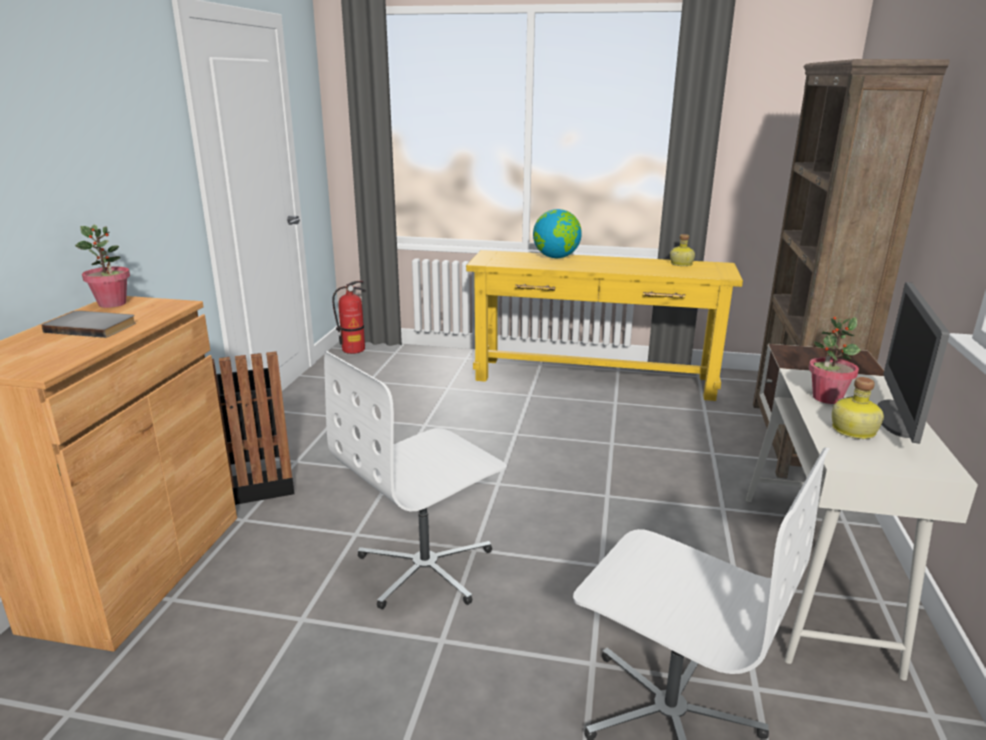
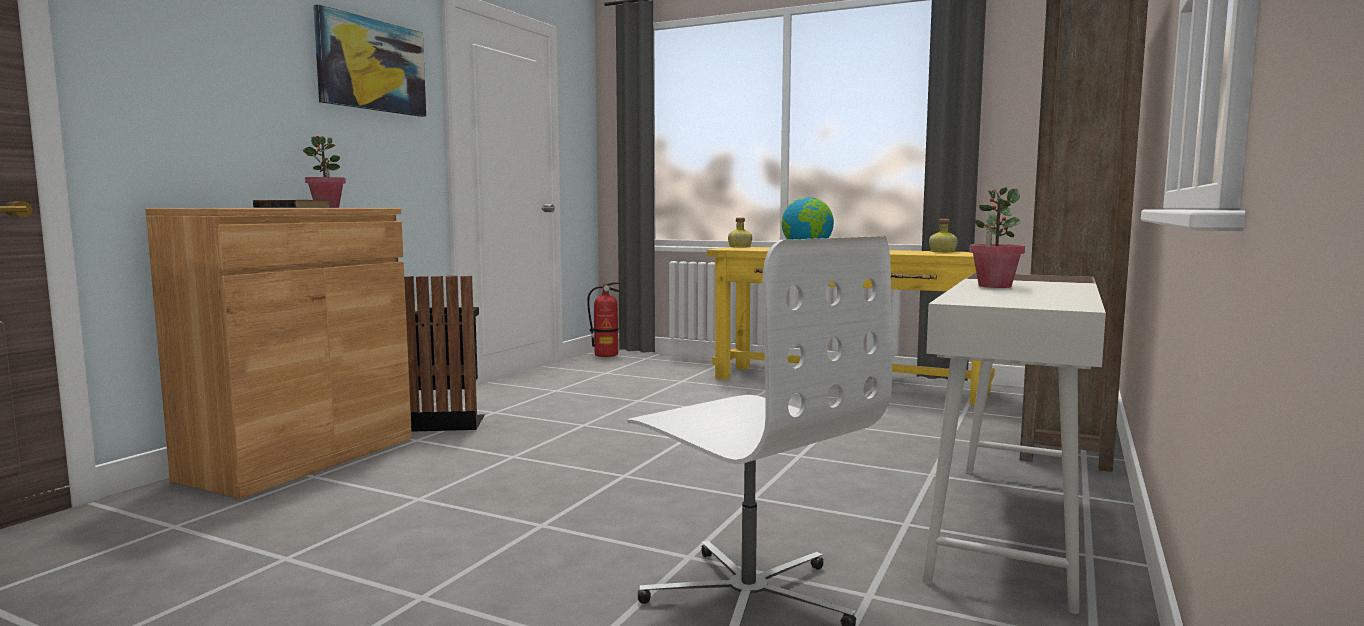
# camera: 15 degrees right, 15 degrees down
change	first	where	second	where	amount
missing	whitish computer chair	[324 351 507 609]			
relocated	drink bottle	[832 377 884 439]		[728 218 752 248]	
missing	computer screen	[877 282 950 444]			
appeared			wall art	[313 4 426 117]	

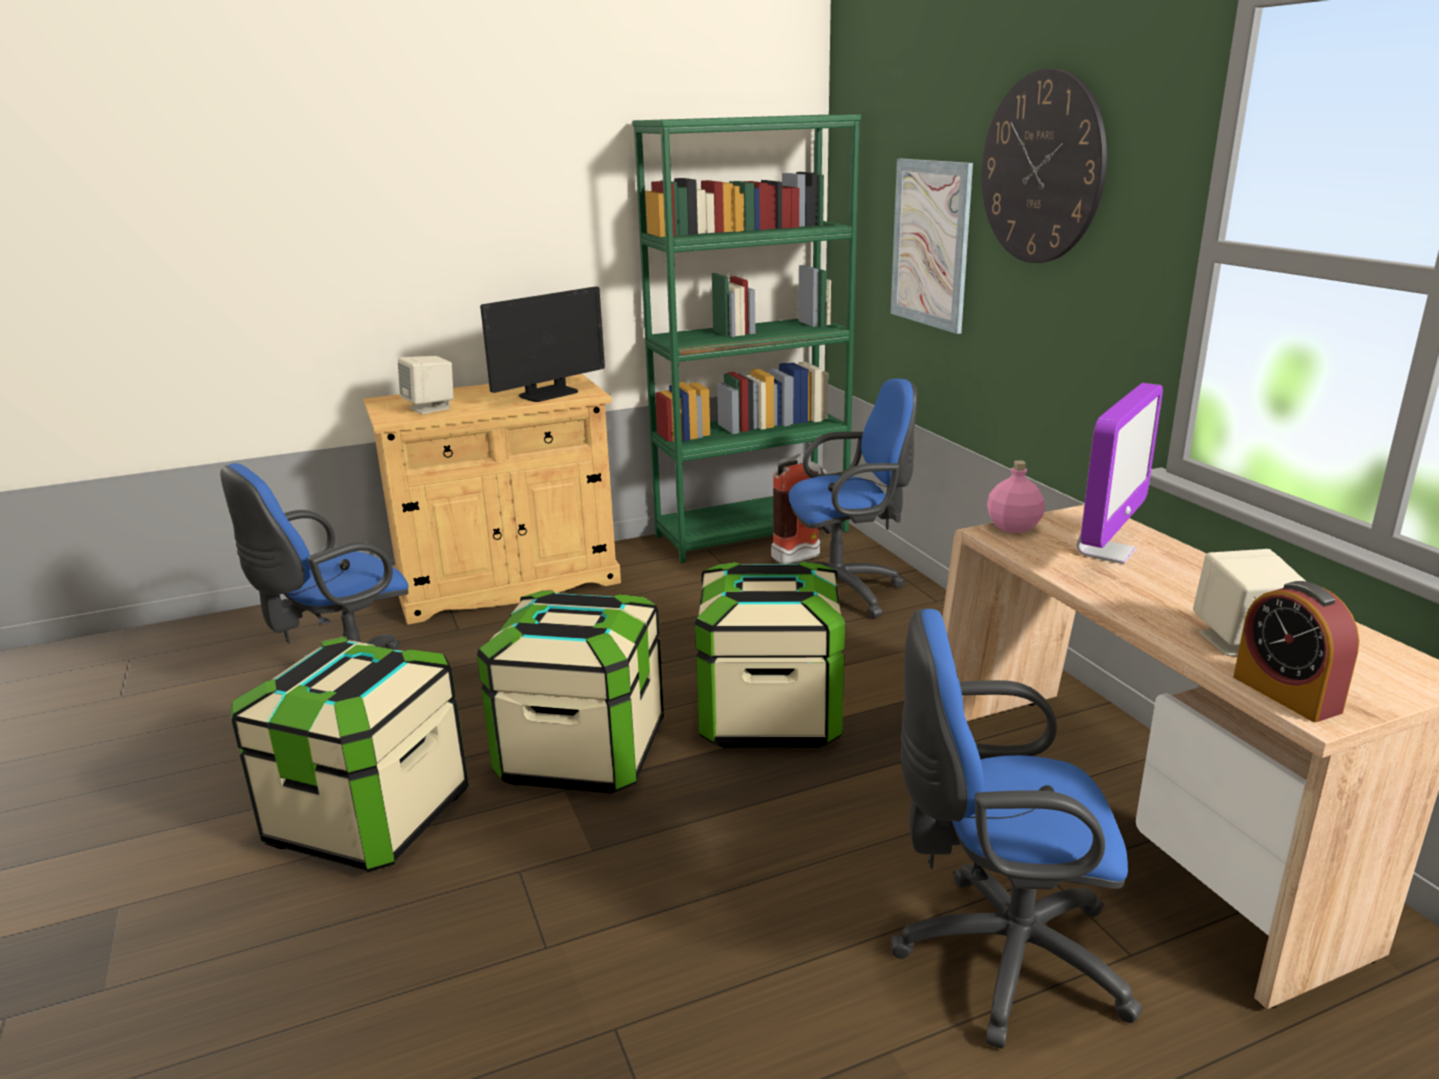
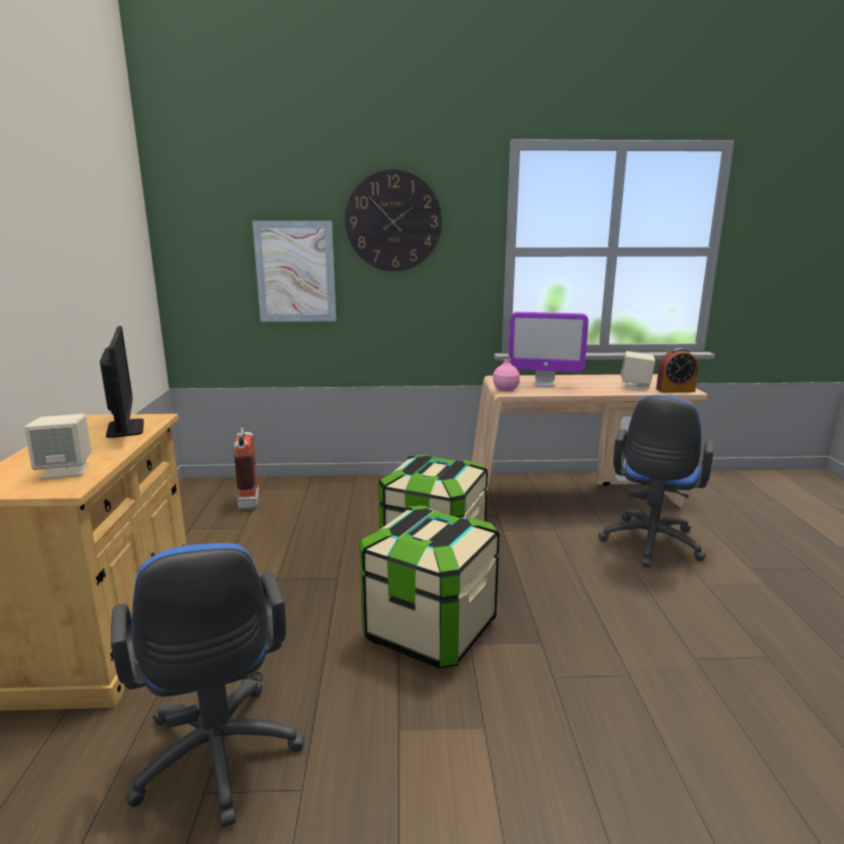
# camera: 70 degrees left, 5 degrees down
change	first	where	second	where	amount
missing	storage container	[231 636 469 872]			
missing	greenish shelving unit	[632 115 861 563]			
missing	blue computer chair	[788 379 918 618]			
spun	computer screen	[1077 383 1163 564]		[508 312 589 387]	135 degrees clockwise

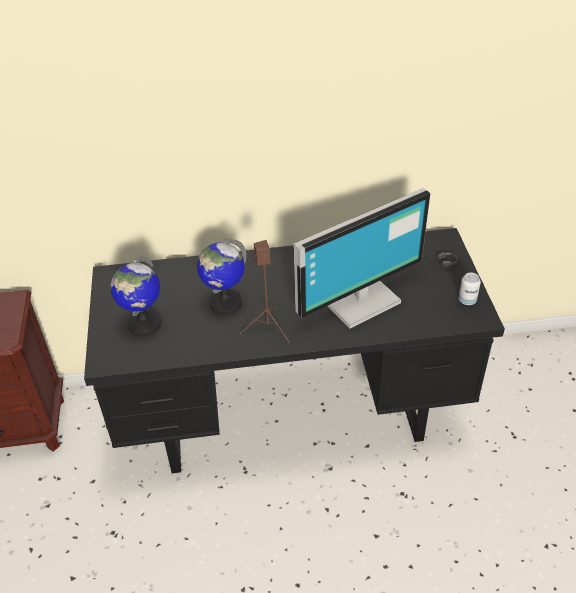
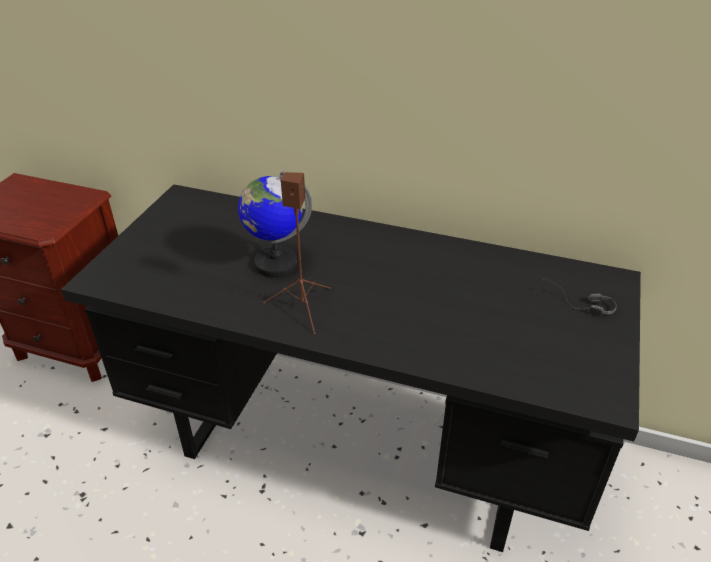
# camera: 25 degrees right, 5 degrees down
change	first	where	second	where	amount
missing	world globe	[110 256 161 336]			
missing	computer screen	[294 188 430 329]			
missing	sealed can	[459 272 481 305]			

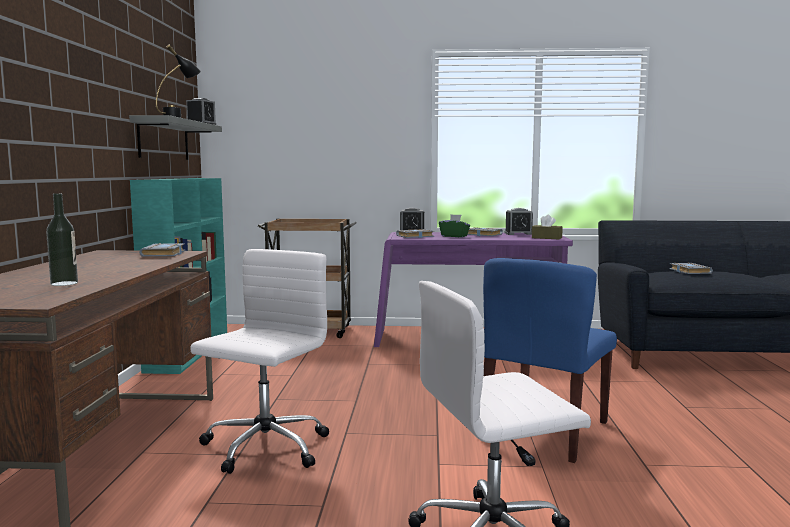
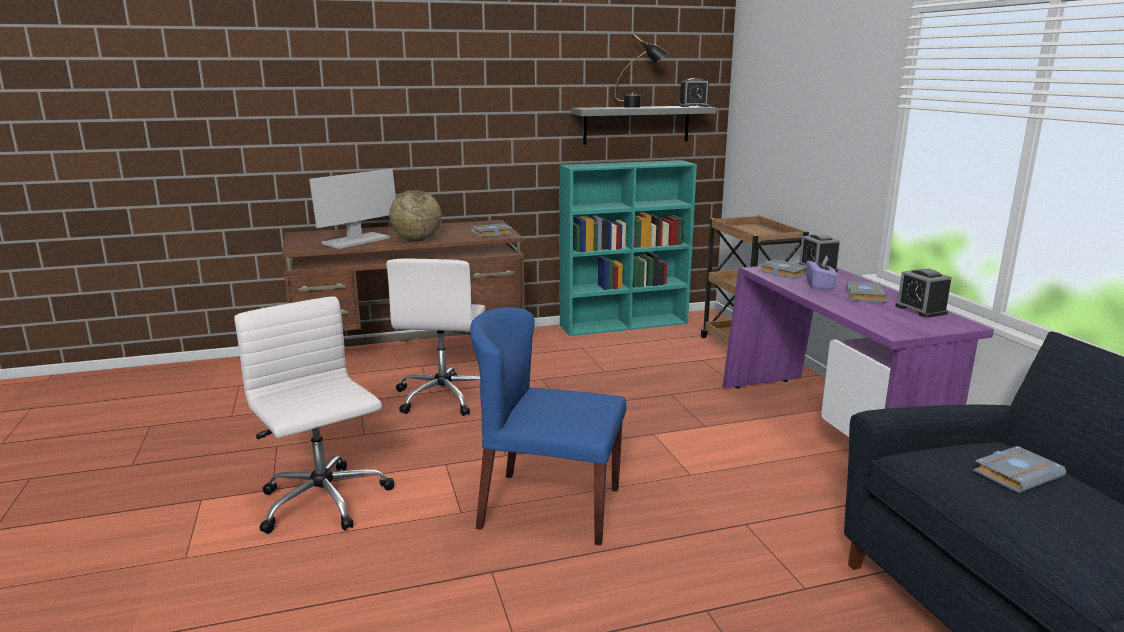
# camera: 70 degrees right, 10 degrees up
change	first	where	second	where	amount
exchanged	drink bottle	[46 193 78 286]	computer screen	[309 169 396 249]	
spun	whitish computer chair	[190 249 329 474]		[386 259 485 416]	90 degrees clockwise
colour	greenish tissue box	[439 214 470 237]	purple-coloured tissue box	[806 255 838 290]	
missing	brown-coloured tissue box	[532 215 563 239]			
appeared			world globe	[389 190 441 241]	

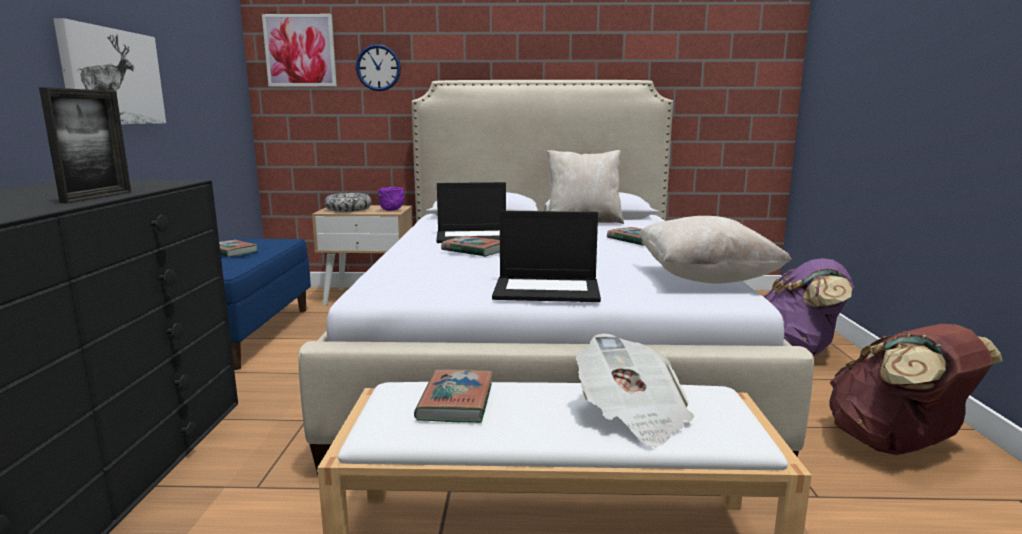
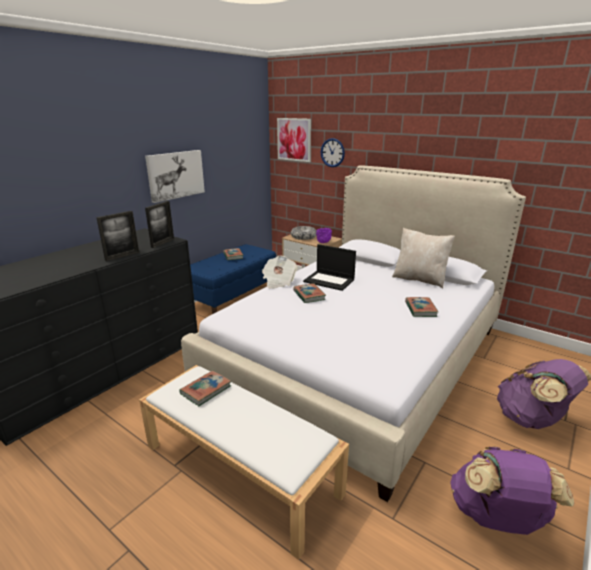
# camera: 35 degrees right, 10 degrees up
change	first	where	second	where	amount
missing	laptop	[492 211 601 302]			
relocated	newspaper	[576 334 694 447]		[262 256 297 289]	
missing	beige pillow	[639 216 792 284]			
colour	brown-coloured rucksack	[829 324 1003 455]	purple-coloured rucksack	[450 446 574 535]	
appeared			picture frame	[145 201 174 248]	

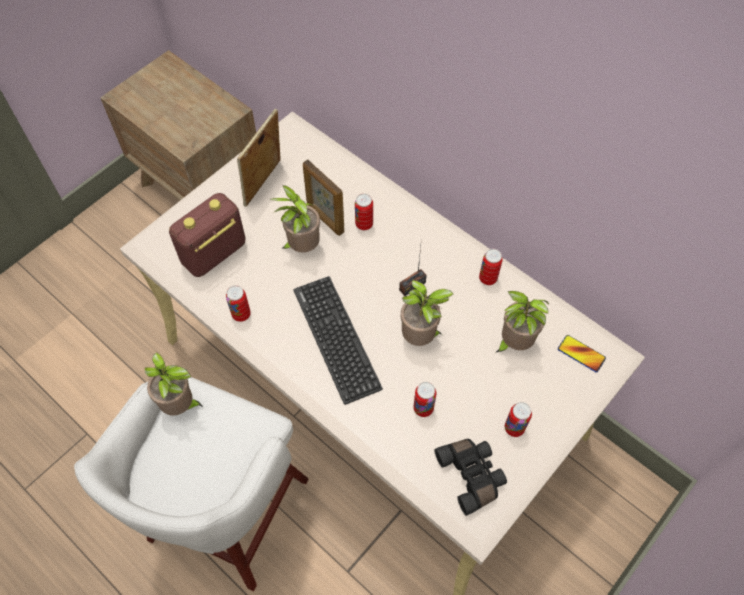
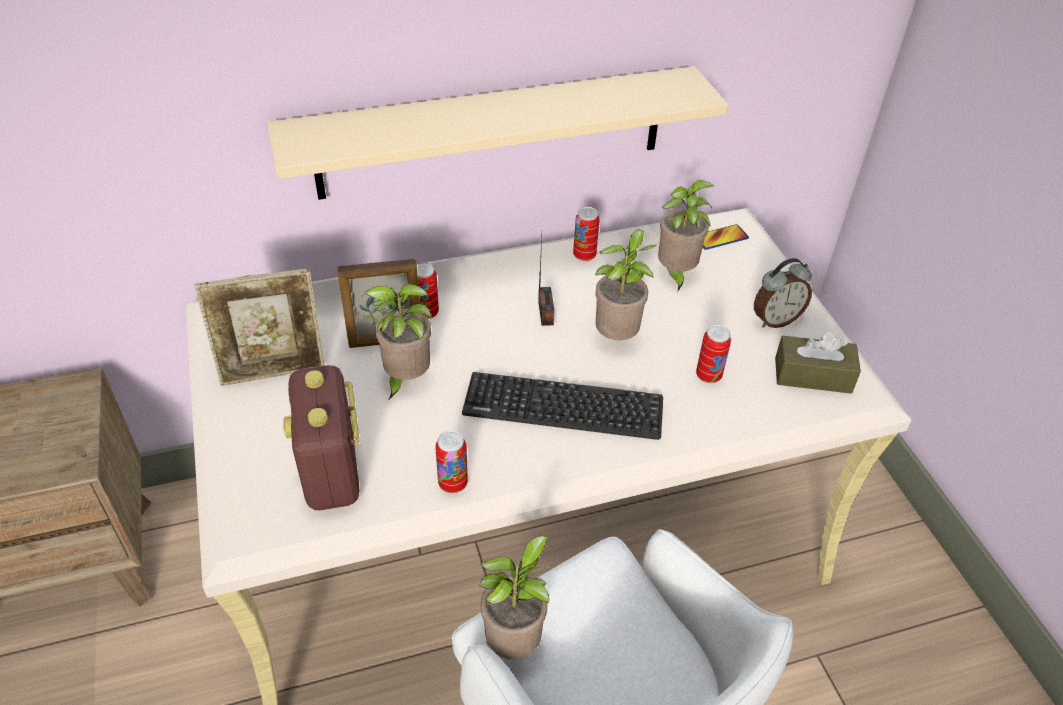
# camera: 60 degrees left, 15 degrees down
change	first	where	second	where	amount
spun	picture frame	[237 109 281 207]		[194 268 325 386]	75 degrees counterclockwise
exchanged	black pair of binoculars	[434 439 507 516]	brown-coloured tissue box	[775 332 861 394]	
exchanged	sealed can	[505 402 532 437]	bedside clock	[754 258 812 328]	
appeared			beige shelf	[267 66 728 200]	

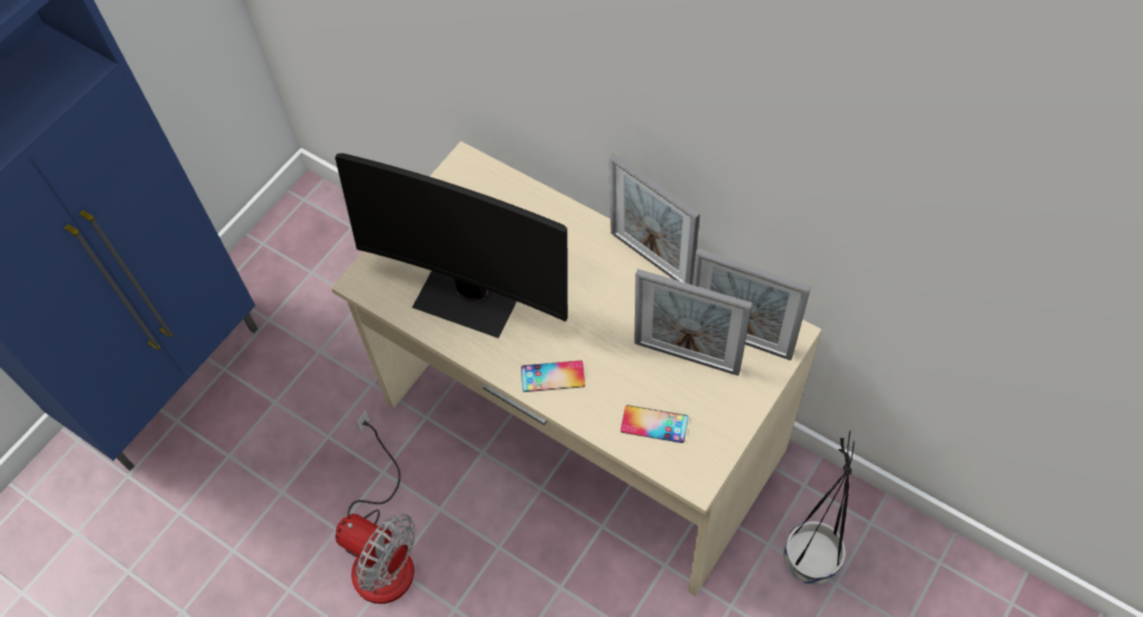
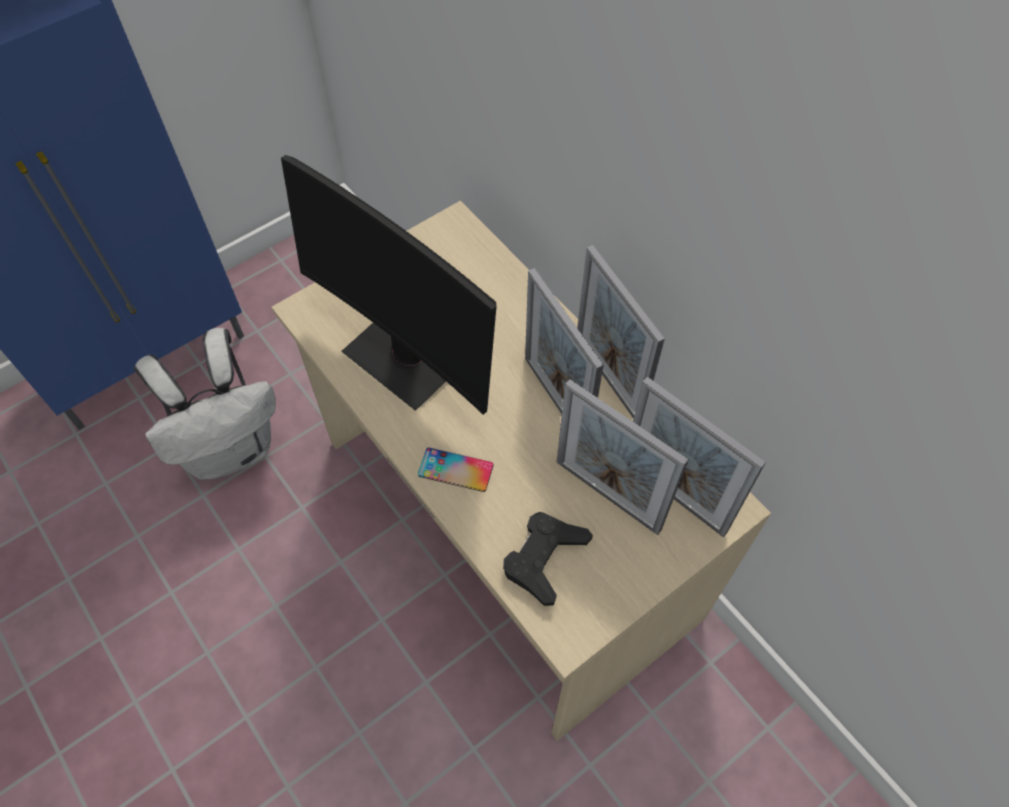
# camera: 15 degrees right, 0 degrees up
change	first	where	second	where	amount
missing	electric fan	[335 410 416 604]			
exchanged	handset	[621 405 688 443]	black joypad	[503 512 593 606]	
missing	black planter	[784 430 855 585]			
appeared			whitish rucksack	[134 328 276 480]	
appeared			picture frame	[525 268 604 414]	

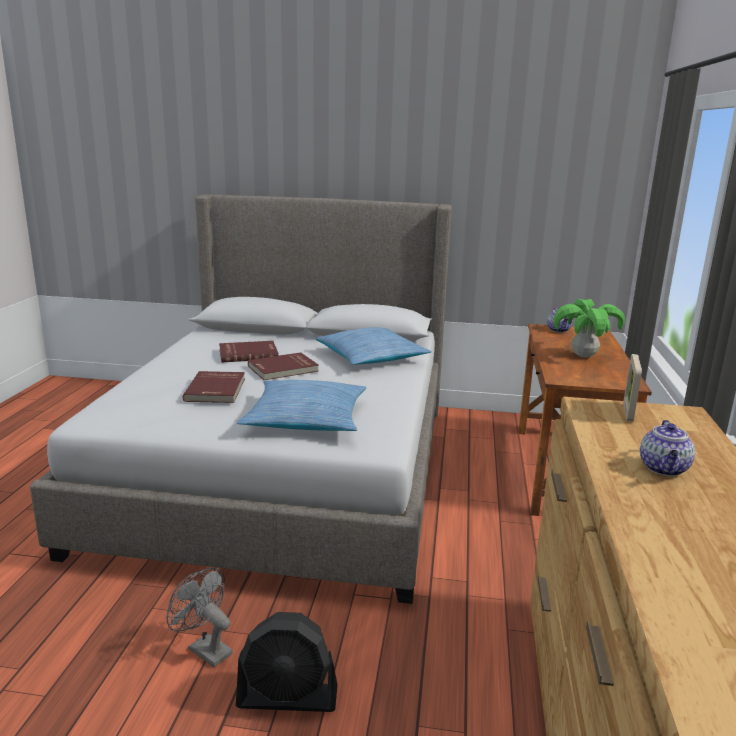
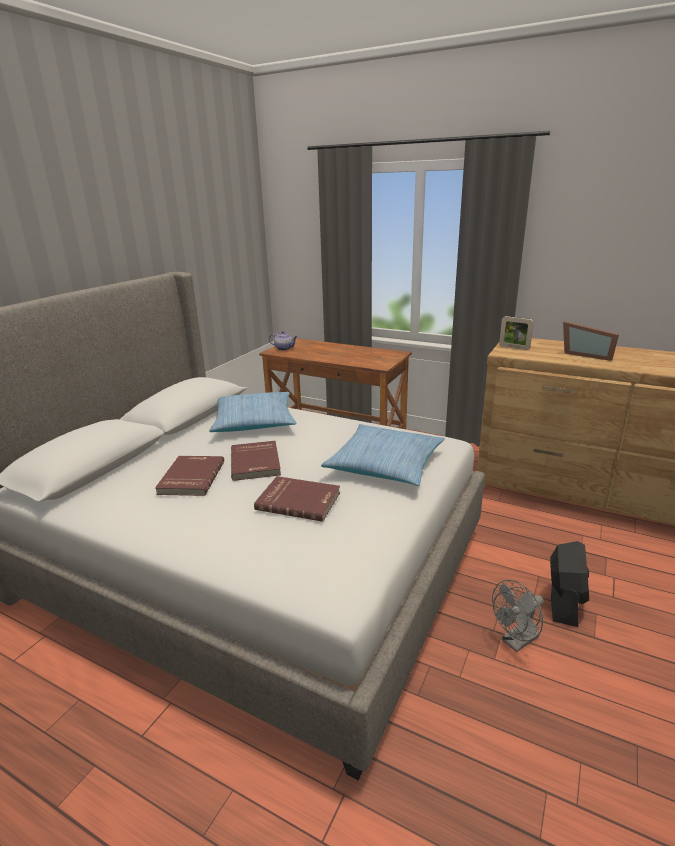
# camera: 70 degrees left, 5 degrees up
change	first	where	second	where	amount
missing	potted plant	[553 299 625 358]			
exchanged	teapot	[640 420 695 476]	picture frame	[563 321 619 361]	

